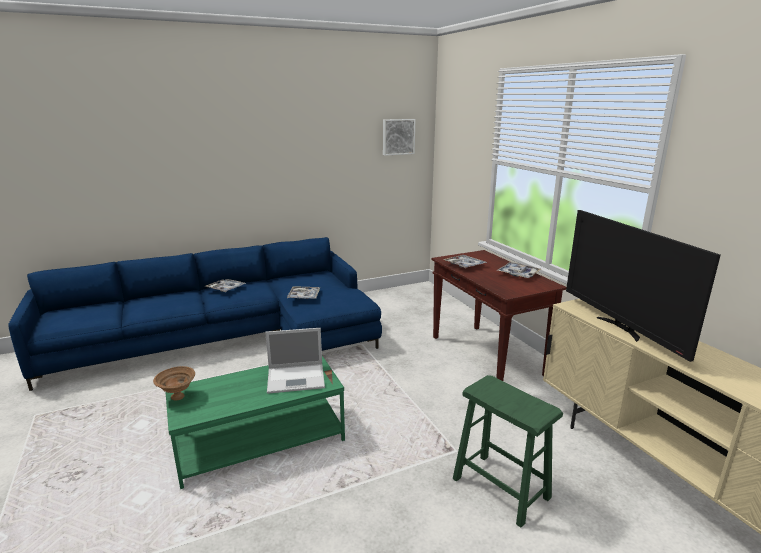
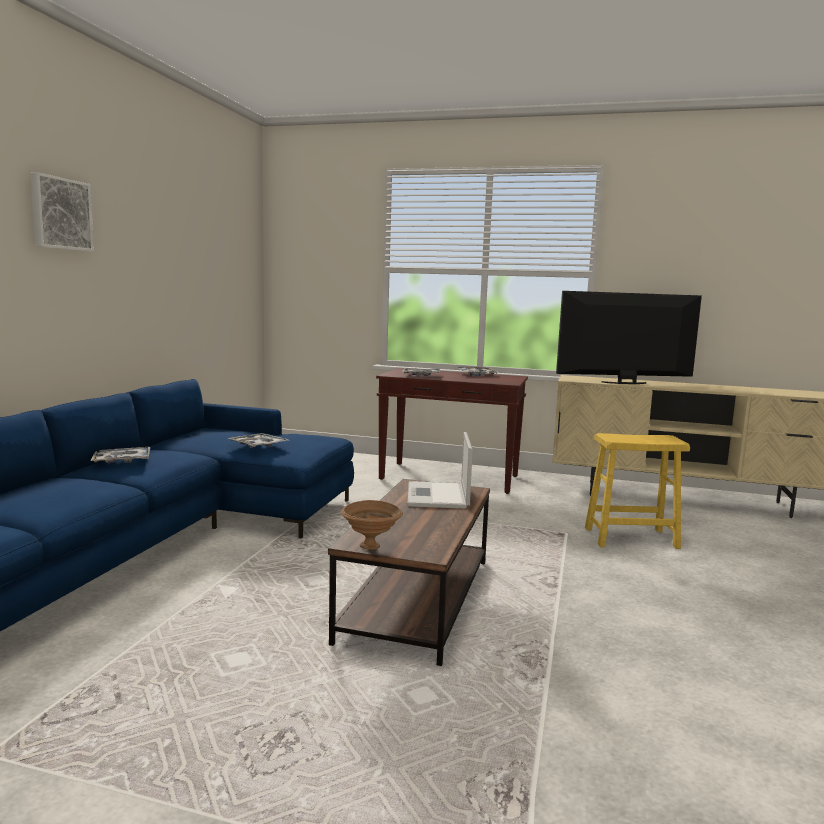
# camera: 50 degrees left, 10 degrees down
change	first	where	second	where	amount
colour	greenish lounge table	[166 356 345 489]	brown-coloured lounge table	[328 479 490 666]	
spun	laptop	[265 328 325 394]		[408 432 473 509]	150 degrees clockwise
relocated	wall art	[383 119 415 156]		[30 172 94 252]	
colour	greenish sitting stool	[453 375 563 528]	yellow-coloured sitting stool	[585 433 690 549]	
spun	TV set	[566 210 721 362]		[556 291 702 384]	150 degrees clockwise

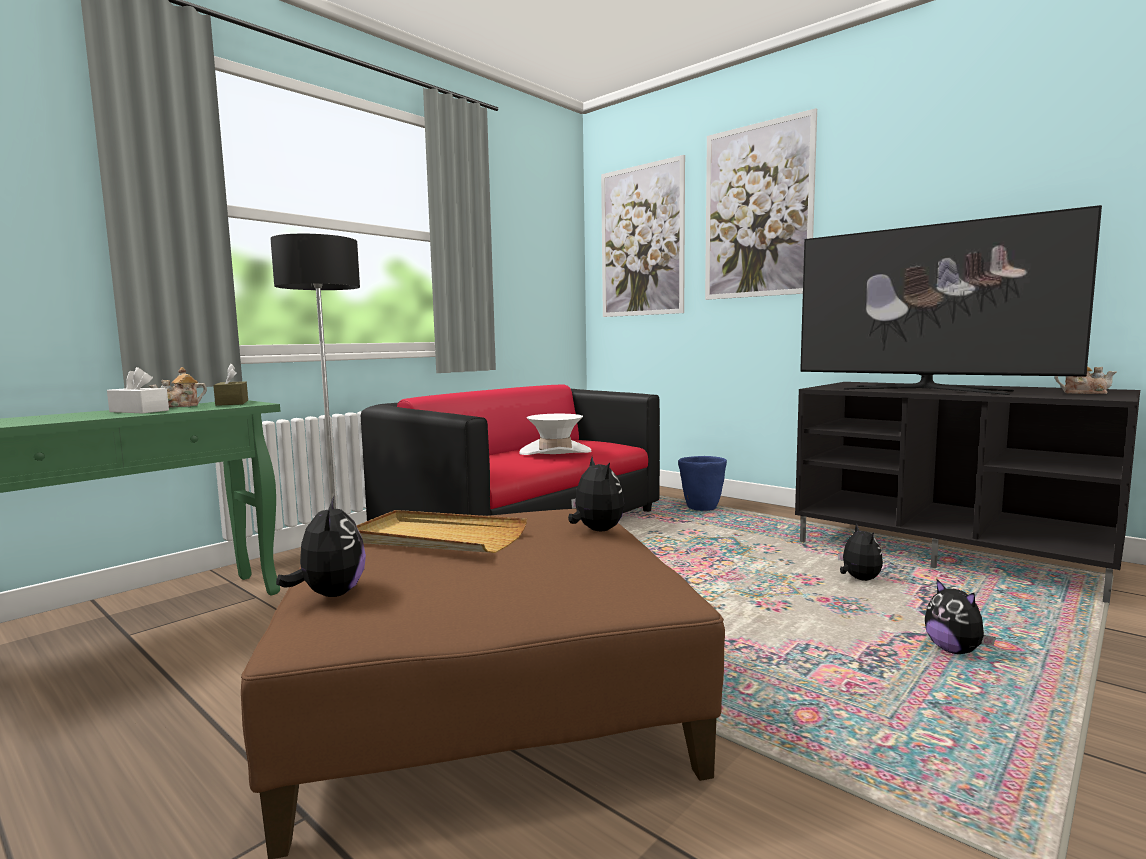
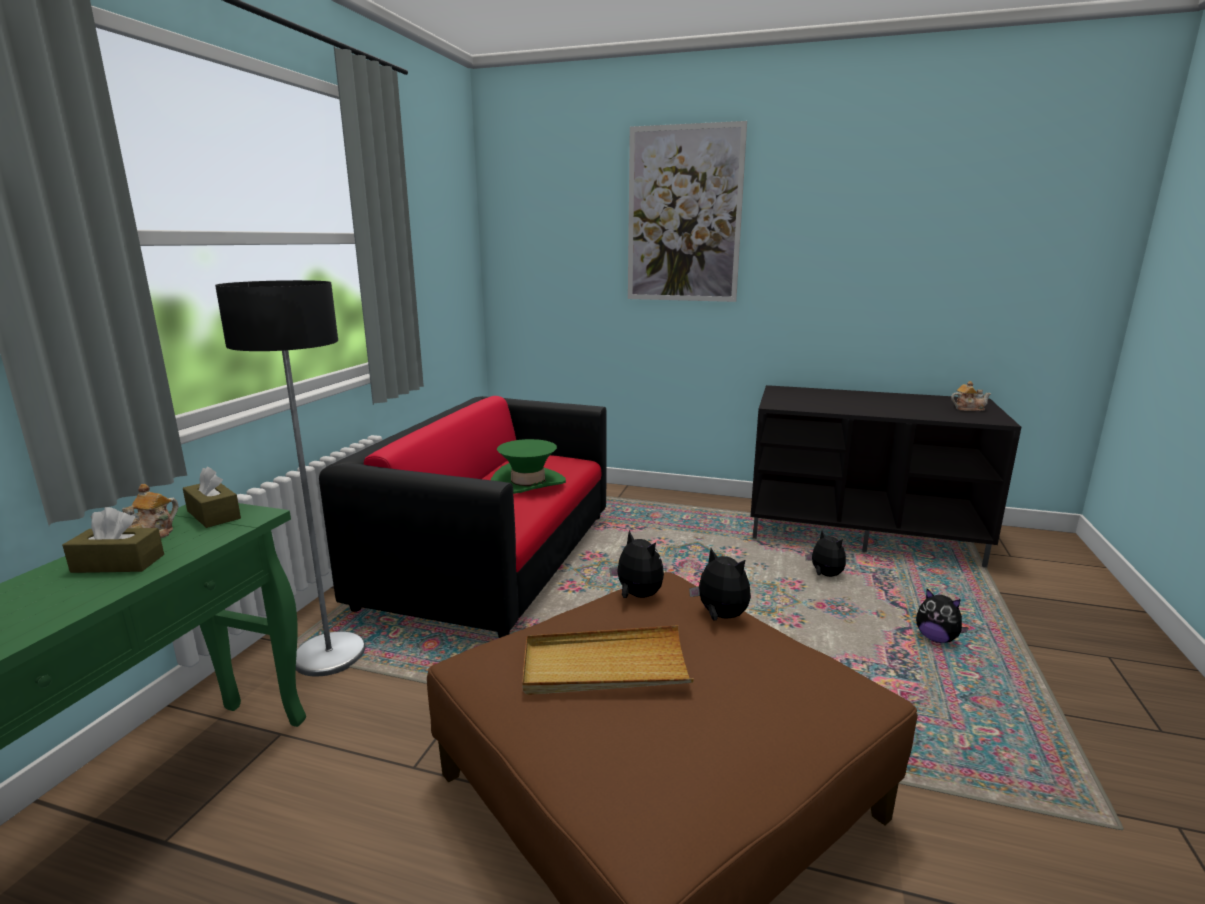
# camera: 25 degrees left, 10 degrees up
change	first	where	second	where	amount
colour	whitish tissue box	[107 367 169 413]	brown-coloured tissue box	[62 507 164 573]	
relocated	plush toy	[276 497 366 597]		[609 530 664 598]	
colour	whitish hat	[519 414 591 455]	greenish hat	[491 439 566 494]	
missing	wall art	[601 155 685 317]			
missing	blue planter	[678 456 727 511]			
missing	TV set	[800 205 1102 395]			

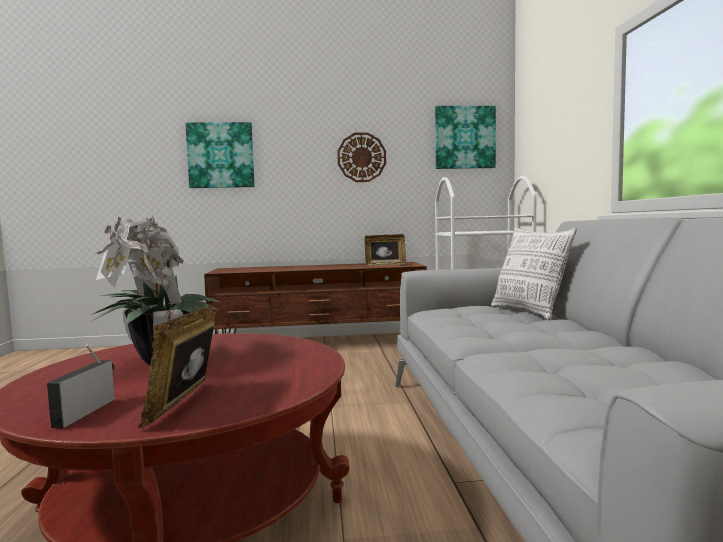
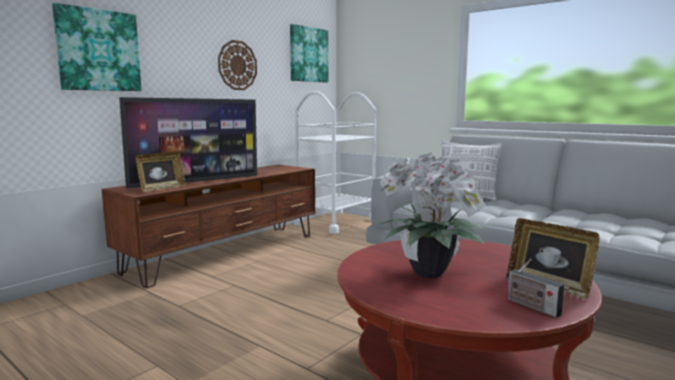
# camera: 45 degrees left, 5 degrees up
change	first	where	second	where	amount
relocated	picture frame	[365 234 406 266]		[136 151 186 192]	
appeared			TV set	[119 97 257 189]	

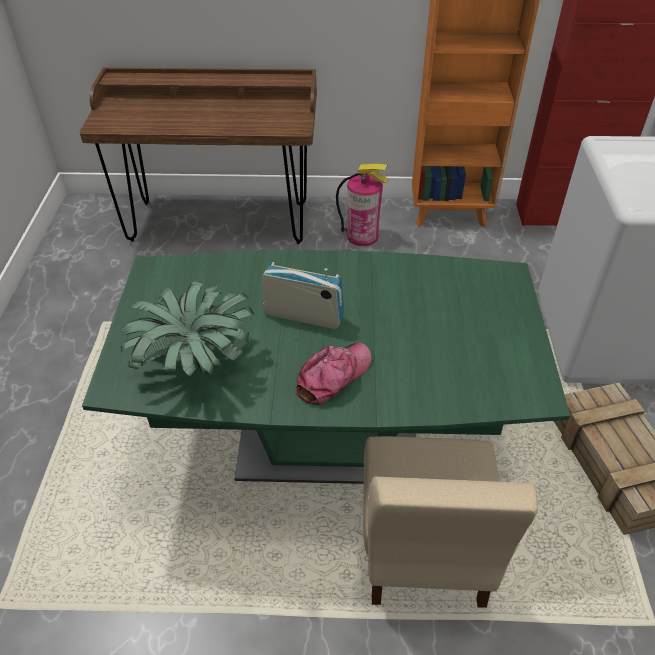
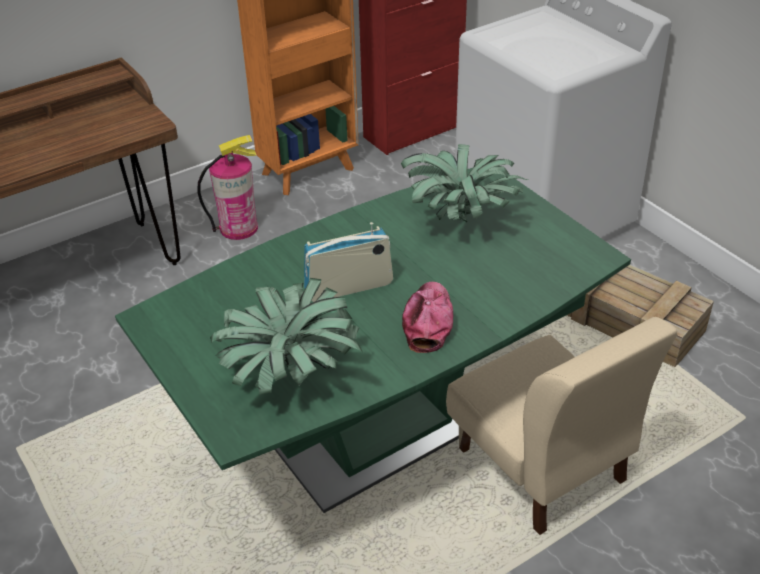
# camera: 35 degrees left, 5 degrees down
change	first	where	second	where	amount
appeared			potted plant	[401 144 528 222]	

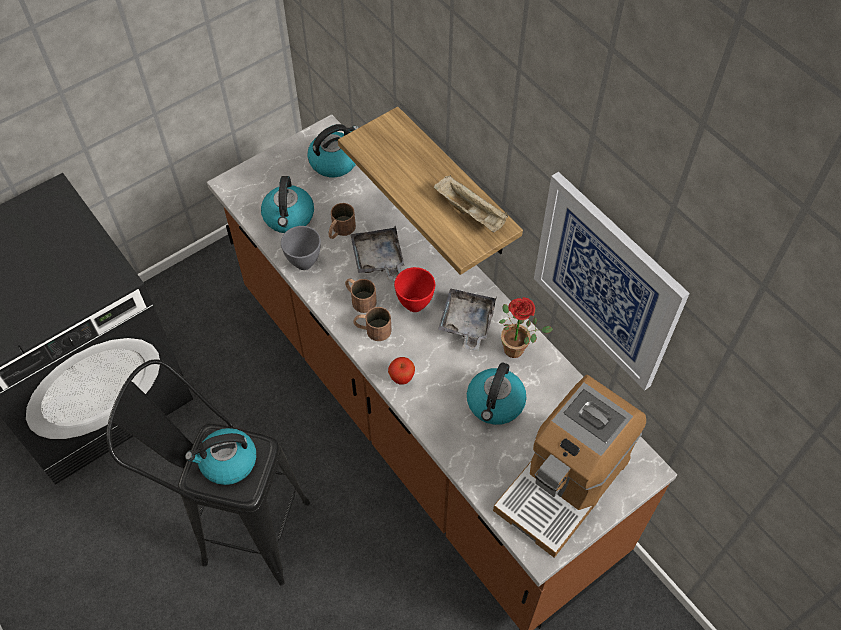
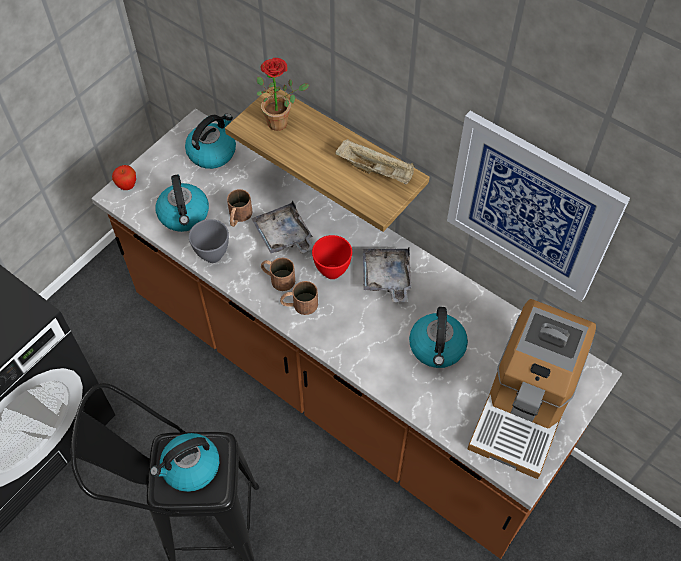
# camera: 15 degrees left, 0 degrees up
change	first	where	second	where	amount
relocated	apple fruit	[388 357 415 385]		[112 165 136 190]	
relocated	potted plant	[499 297 553 358]		[257 58 309 131]	

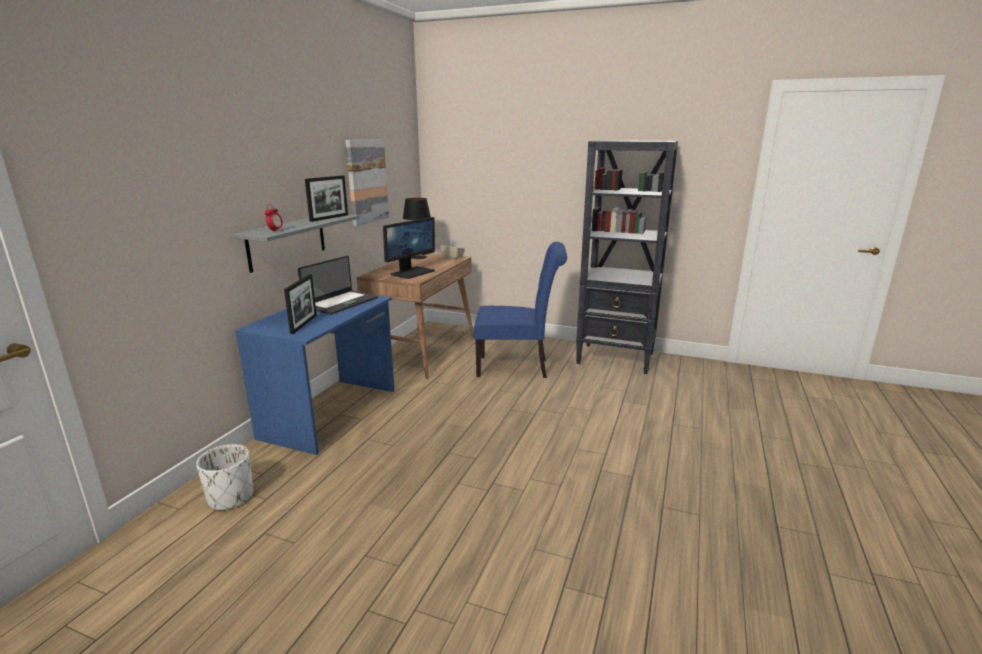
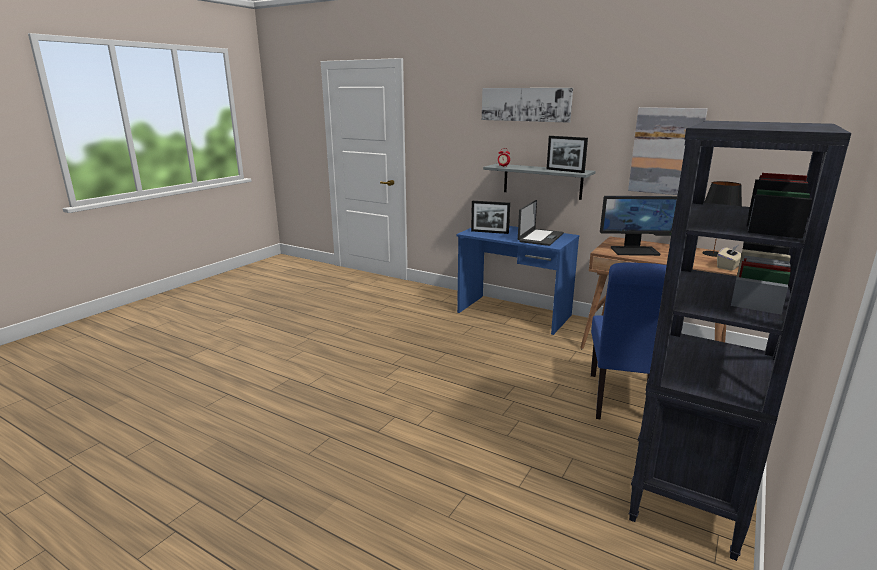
# camera: 100 degrees right, 0 degrees up
change	first	where	second	where	amount
missing	whitish planter	[196 444 253 511]			
spun	laptop	[298 256 378 315]		[518 200 564 246]	105 degrees counterclockwise
spun	computer screen	[383 217 435 279]		[600 196 677 256]	45 degrees counterclockwise
appeared			wall art	[482 88 573 123]	

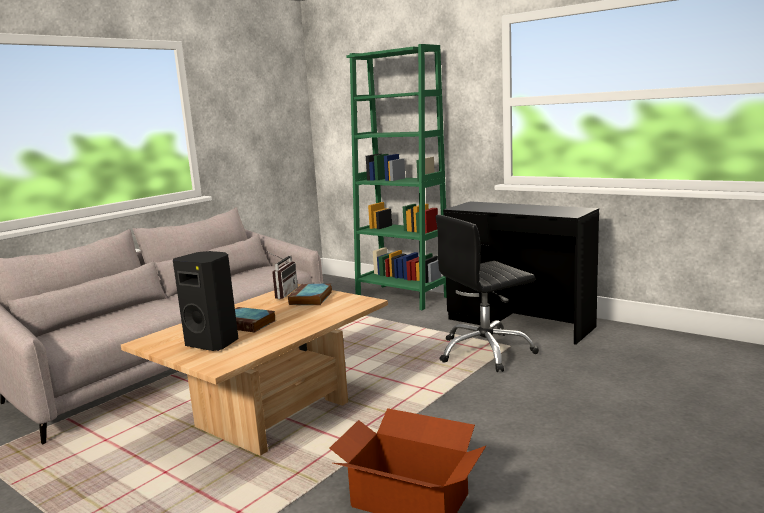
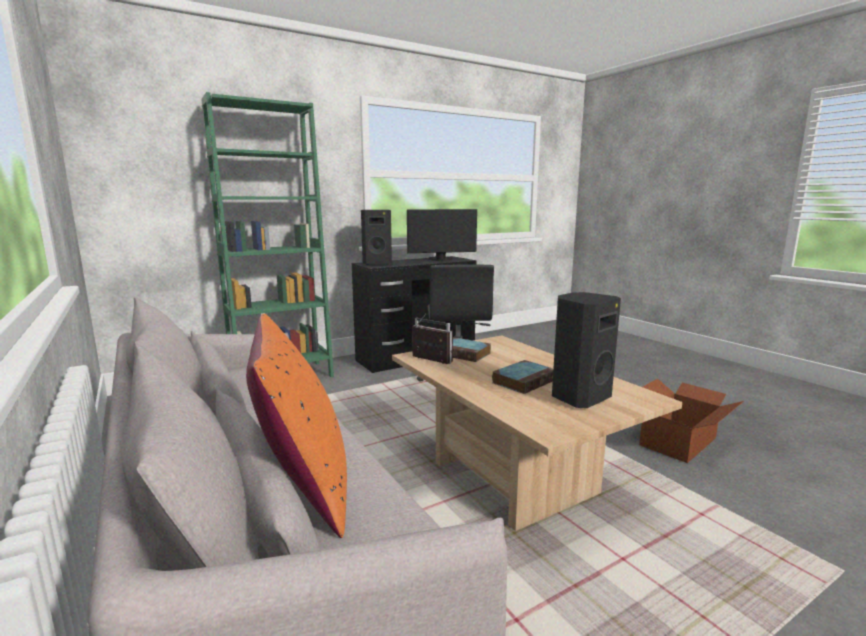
# camera: 70 degrees left, 0 degrees up
change	first	where	second	where	amount
appeared			orange-coloured pillow	[246 314 347 538]	
appeared			black speaker	[361 210 392 265]	
appeared			computer screen	[407 209 477 261]	

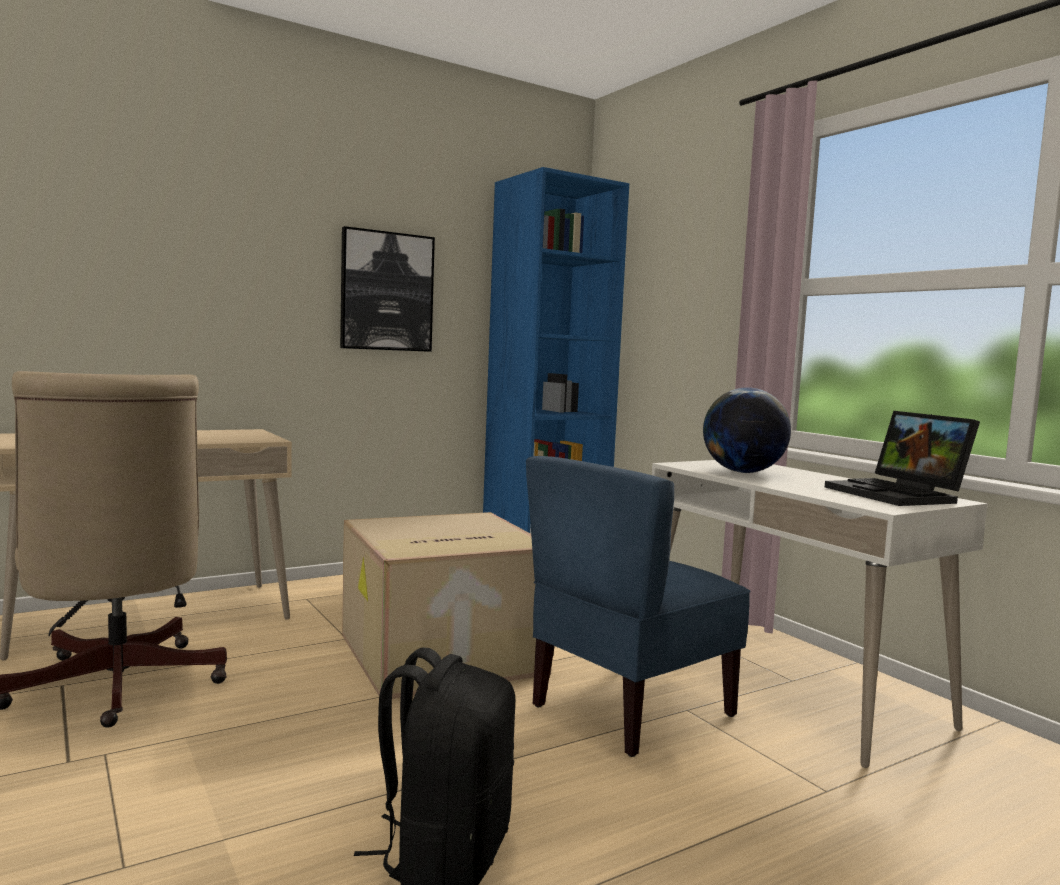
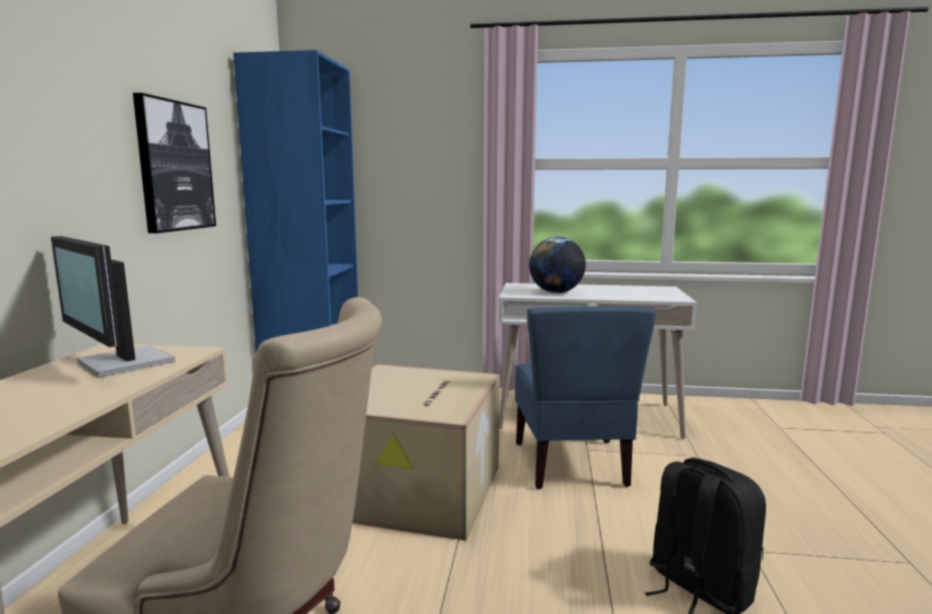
# camera: 50 degrees left, 5 degrees up
change	first	where	second	where	amount
missing	laptop	[825 411 980 506]			
appeared			computer screen	[51 236 175 378]	

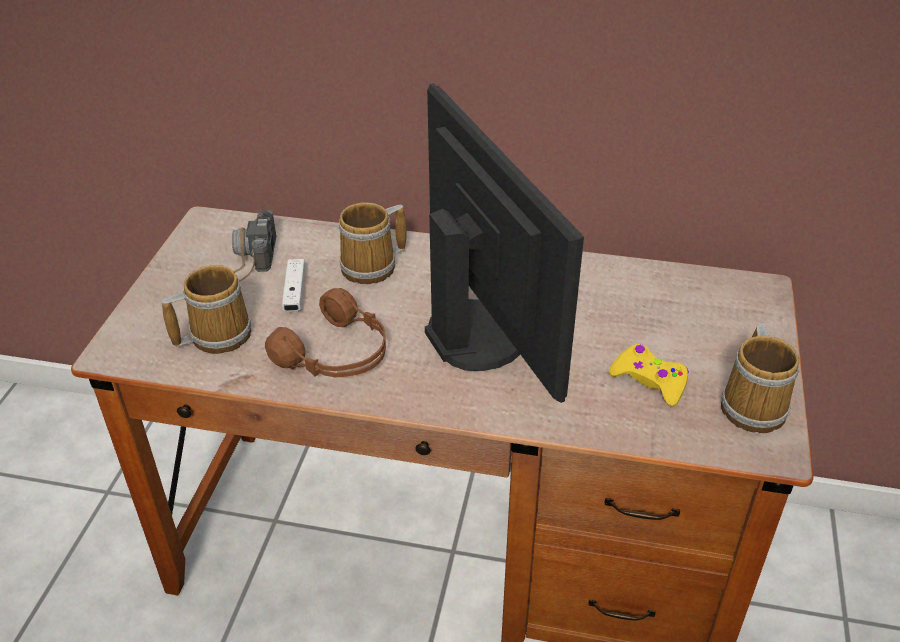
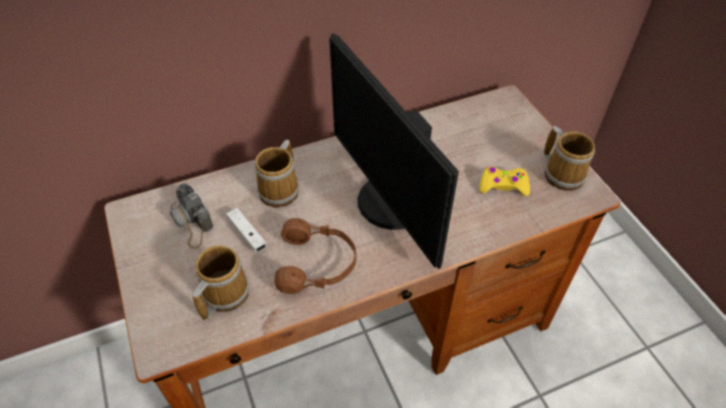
# camera: 35 degrees left, 10 degrees up
change	first	where	second	where	amount
spun	computer screen	[425 83 584 403]		[329 33 459 269]	150 degrees counterclockwise

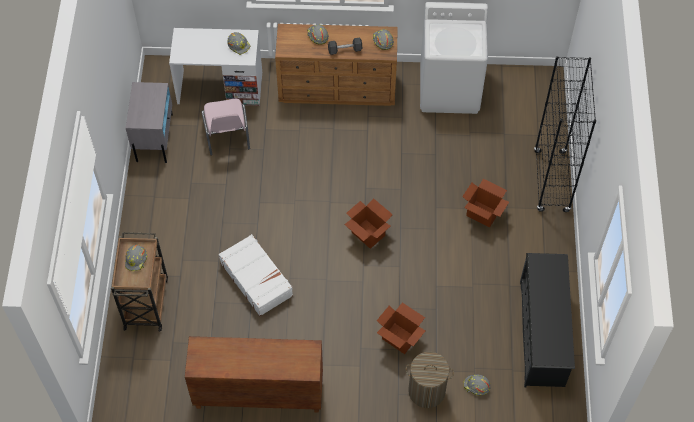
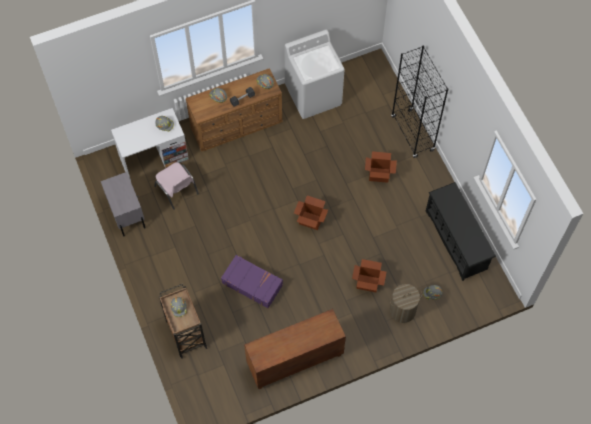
# camera: 25 degrees left, 5 degrees up
change	first	where	second	where	amount
colour	whitish travel case	[219 234 293 316]	purple-coloured travel case	[221 255 283 308]	

